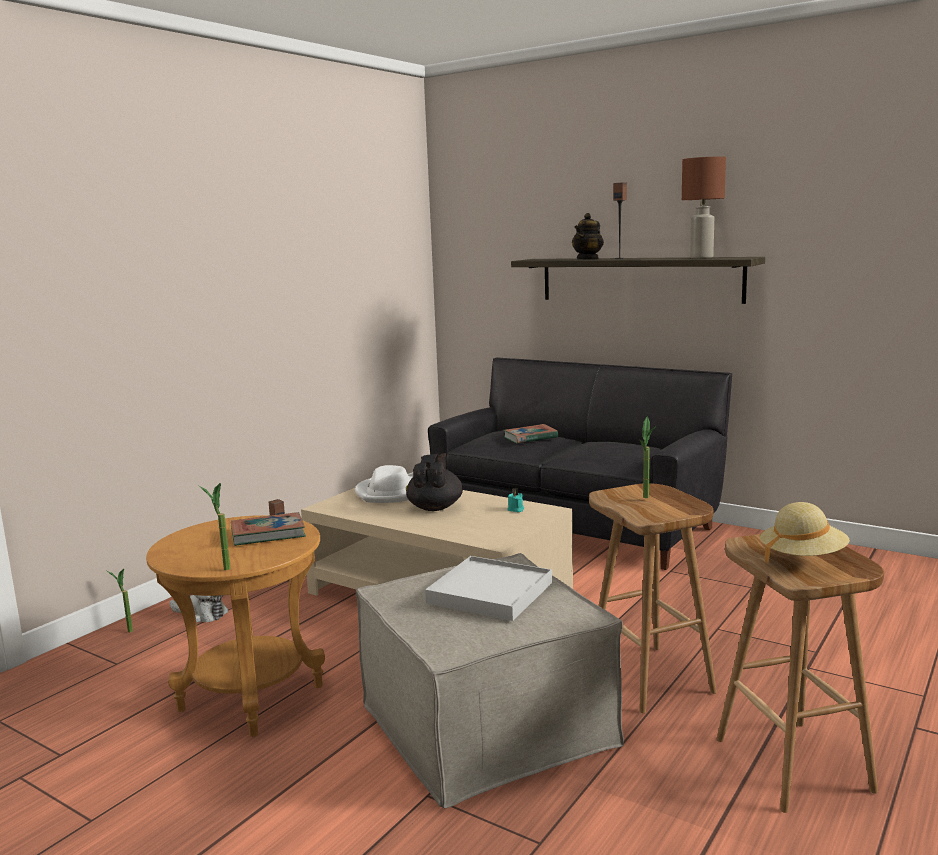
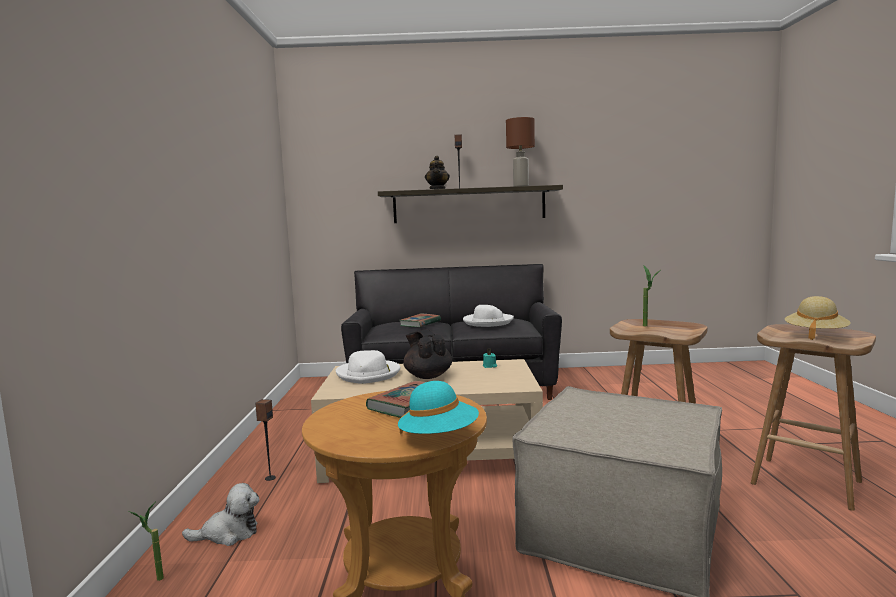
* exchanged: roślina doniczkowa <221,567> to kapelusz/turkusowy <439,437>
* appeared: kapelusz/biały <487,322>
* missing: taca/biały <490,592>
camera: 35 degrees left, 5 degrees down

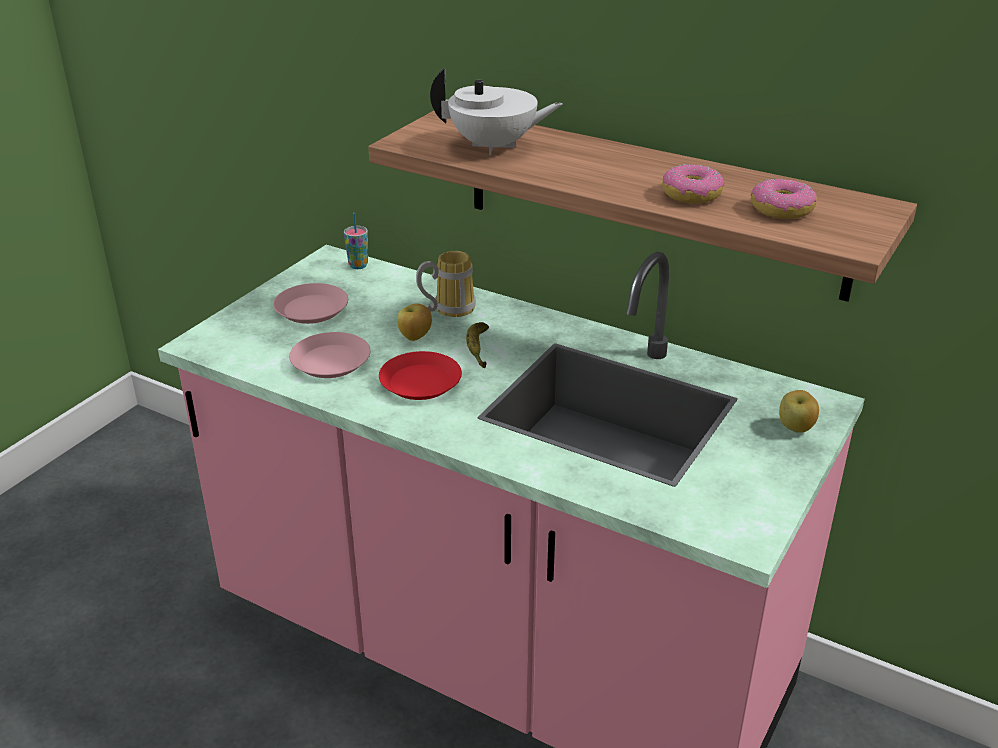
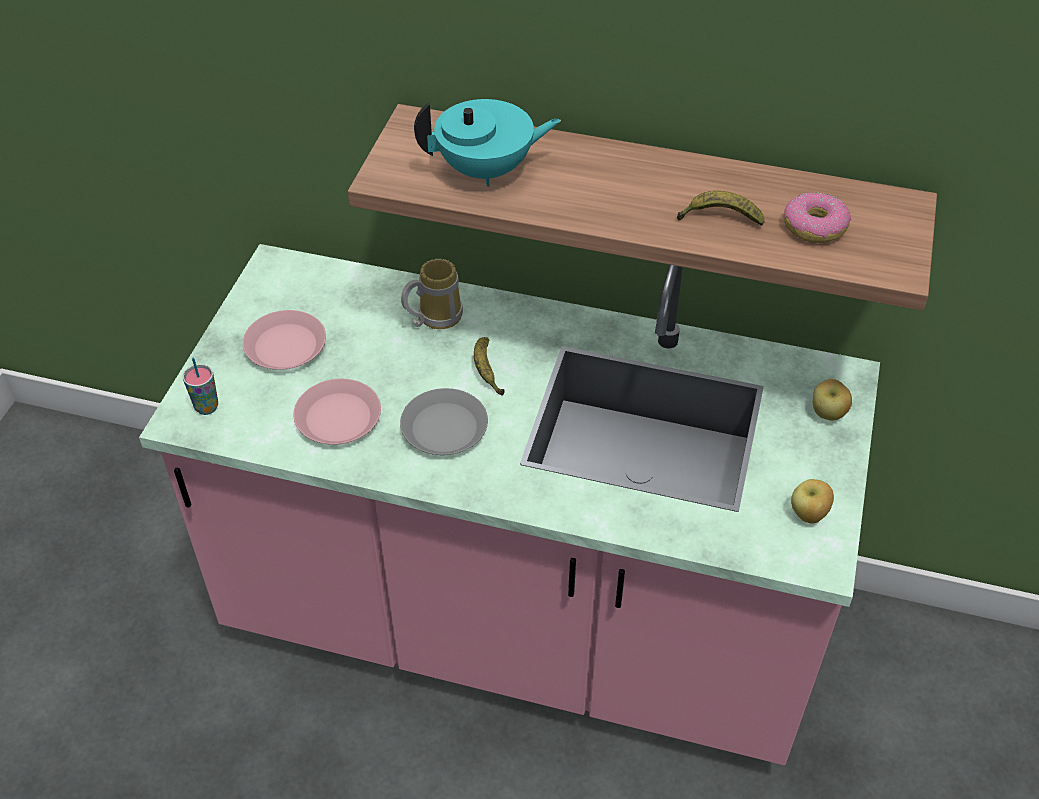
* relocated: filiżanka <358,265> to <206,407>
* colour: talerz/czerwony <421,382> to talerz/szary <445,428>
* colour: imbryk/biały <494,146> to imbryk/turkusowy <487,170>
* exchanged: donut <691,195> to banan <719,218>
* relocated: jabłko <415,337> to <808,515>
camera: 15 degrees left, 15 degrees up

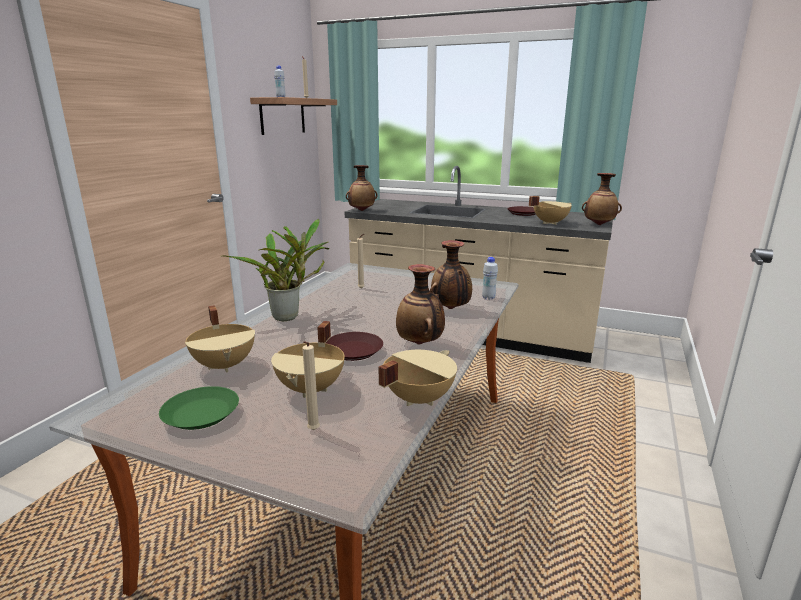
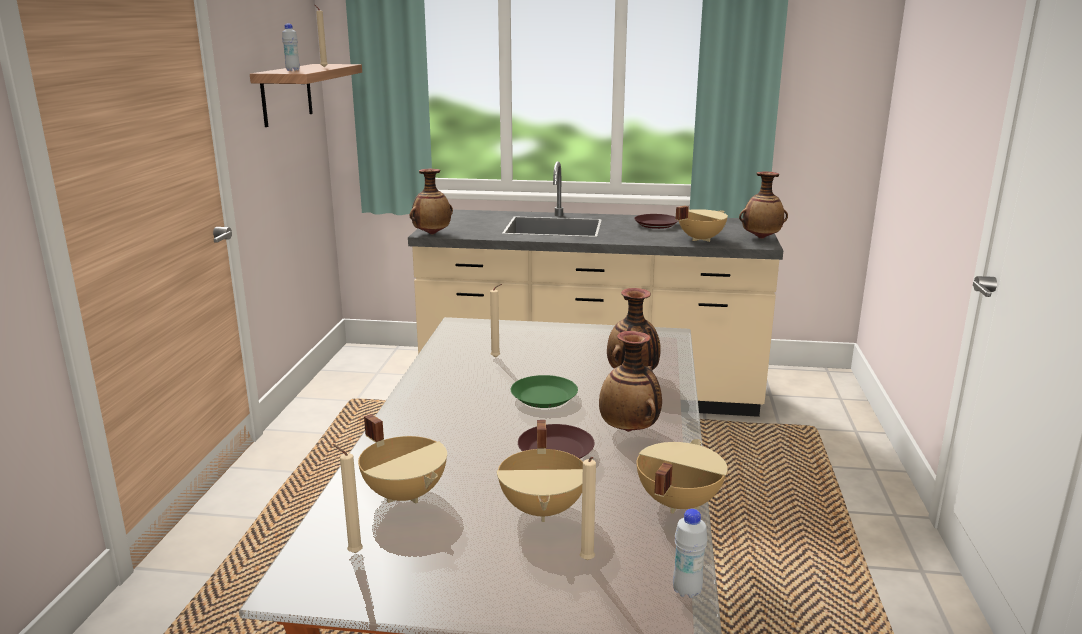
* appeared: świeca/beżowy <353,552>
* relocated: talerz/zielony <202,413> to <544,397>
* relocated: butelka/biały <488,298> to <687,591>
* missing: roślina doniczkowa <289,316>
camera: 15 degrees left, 0 degrees up

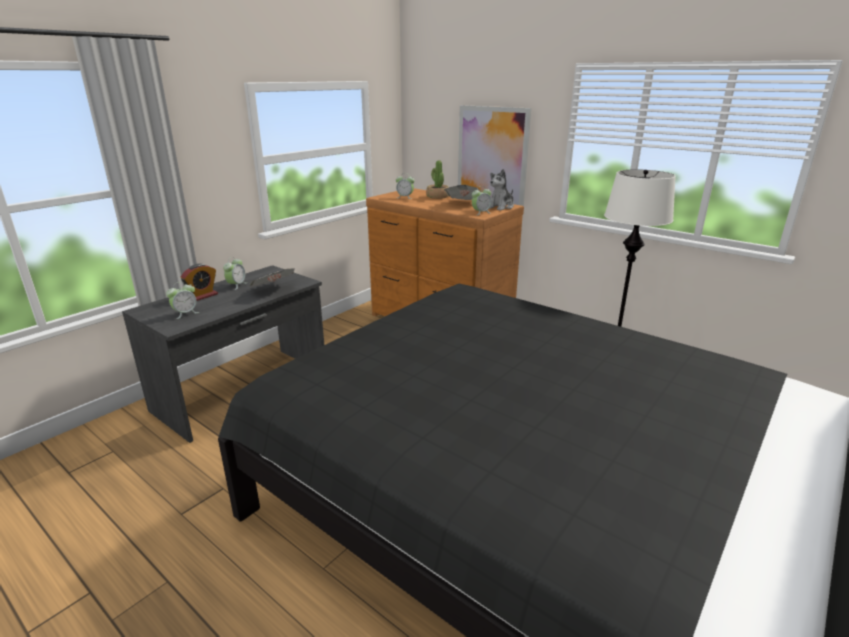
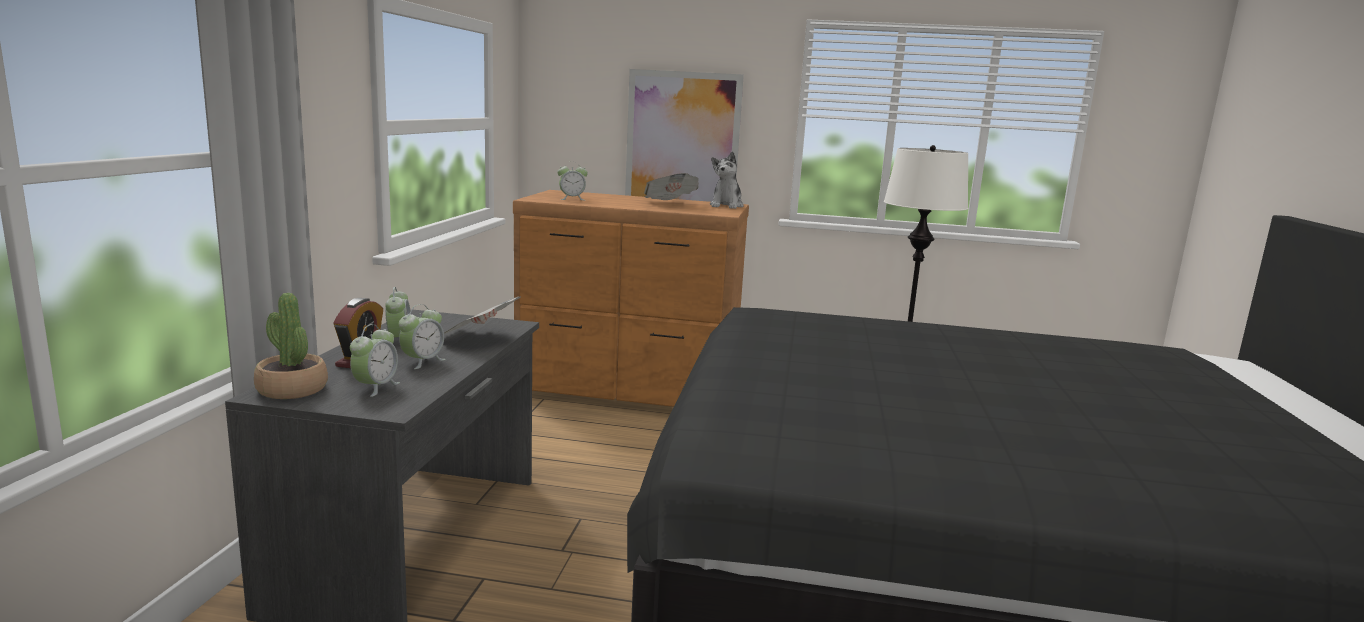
* relocated: roślina doniczkowa <437,196> to <292,389>
* relocated: budzik <481,213> to <422,362>
camera: 30 degrees left, 10 degrees down

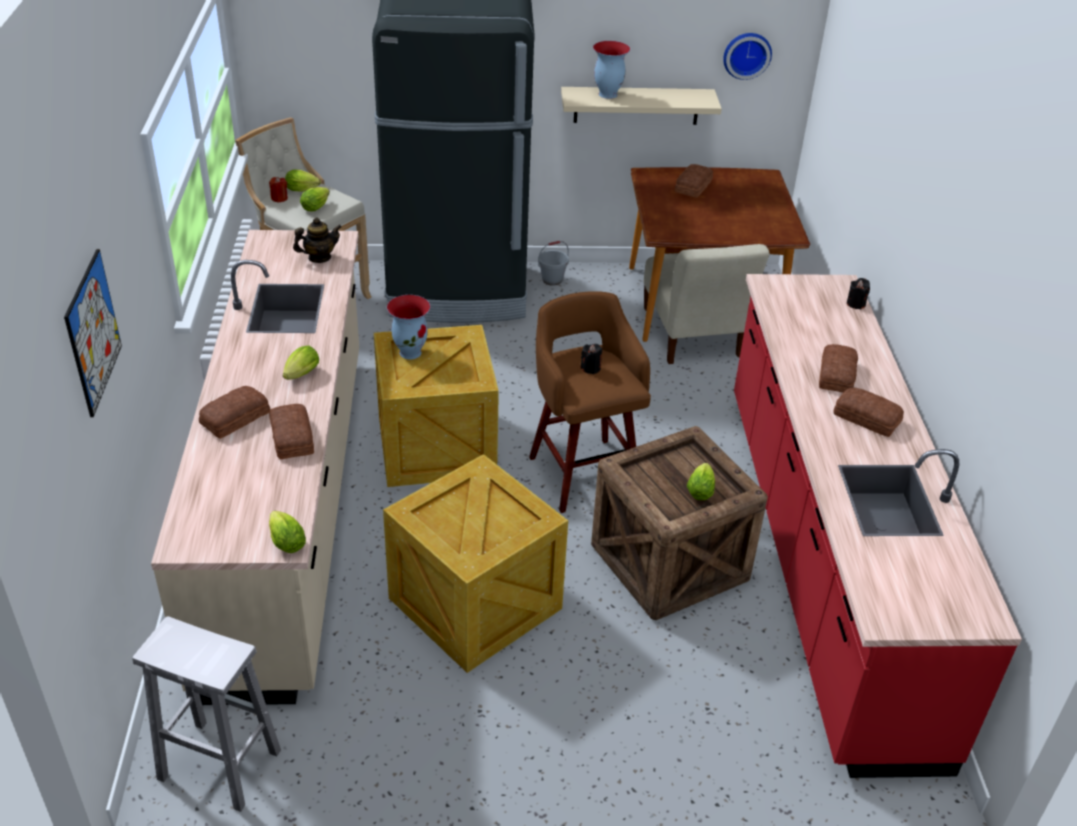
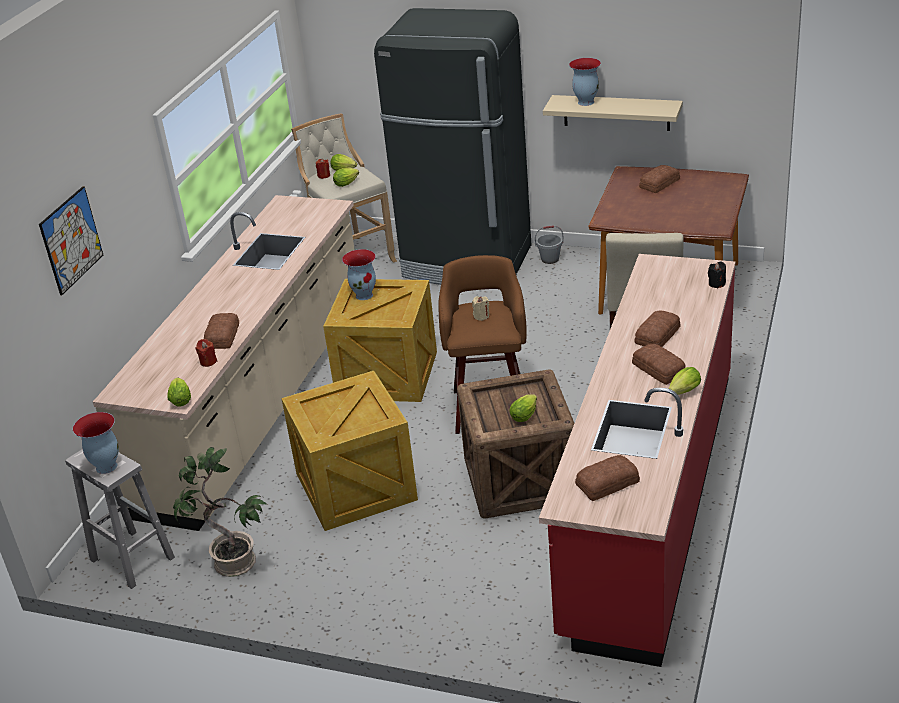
* appeared: wazon <106,466>
* appeared: roślina doniczkowa <233,563>
* appeared: świeca/czerwony <208,361>
* colour: świeca/czarny <590,368> to świeca/beżowy <481,316>
* relocated: chleb <234,418> to <606,483>
* relocated: sałata <300,376> to <683,393>
* missing: imbryk <319,258>
* missing: zegar ścienny <746,54>
camera: 25 degrees right, 5 degrees down

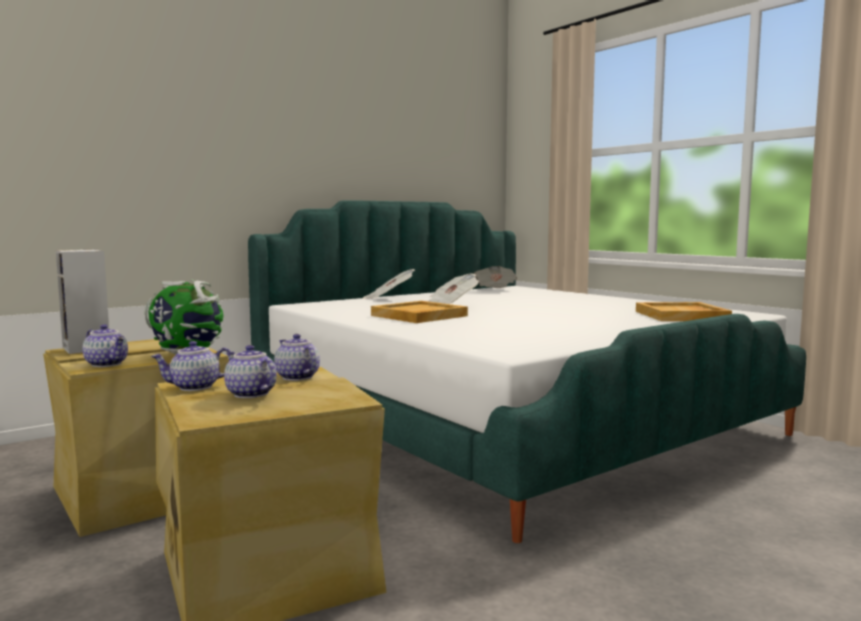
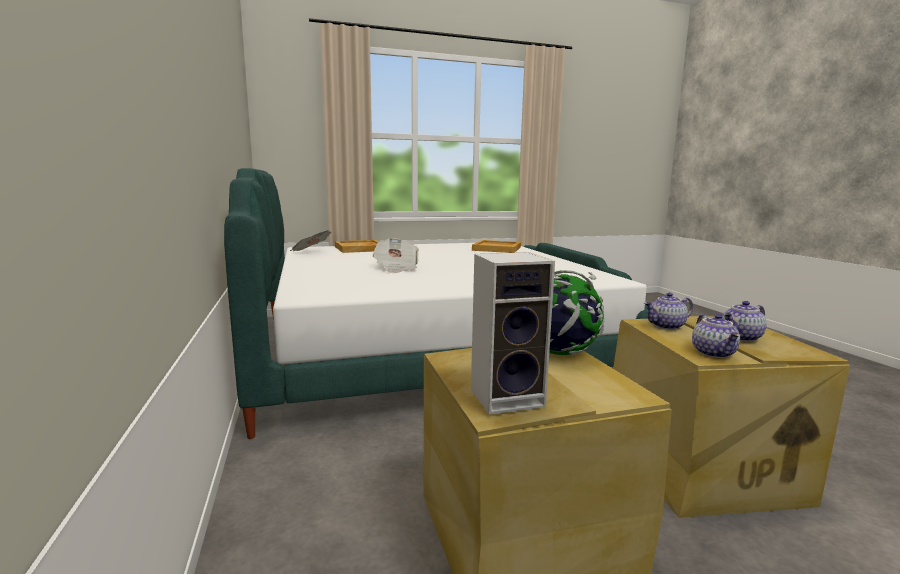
* relocated: taca/beżowy <419,316> to <360,248>
* missing: imbryk <107,364>
* missing: gazeta <388,298>
camera: 70 degrees left, 5 degrees up

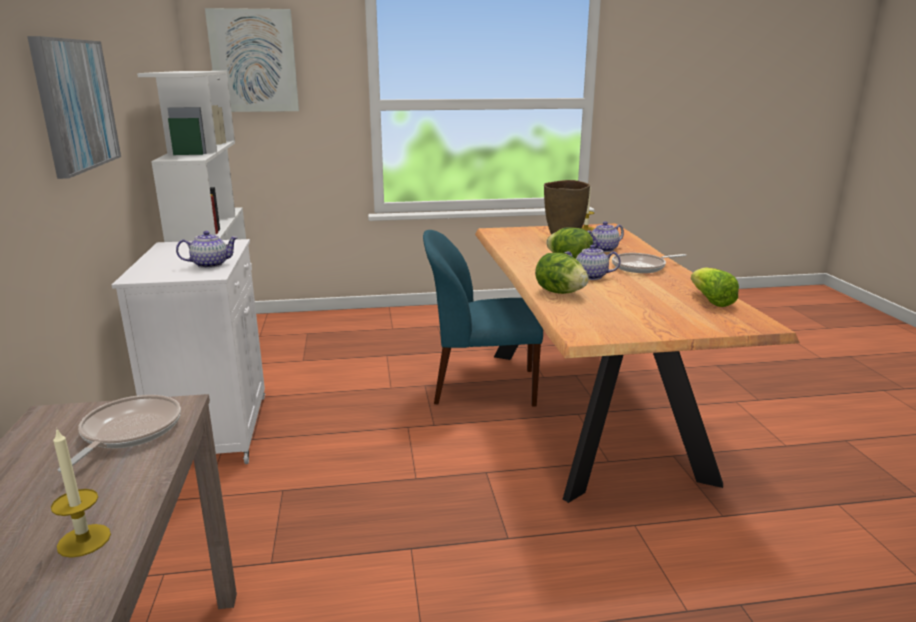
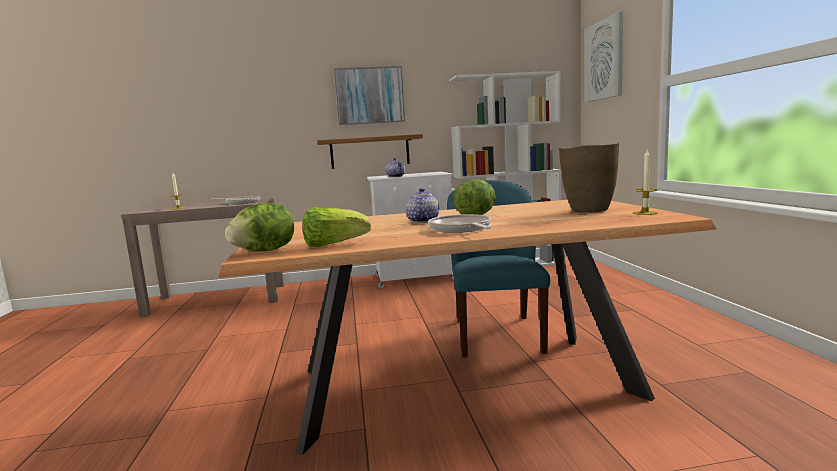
* relocated: sałata <560,292> to <264,251>
* appeared: półka <370,152>
* missing: imbryk <603,249>
camera: 90 degrees right, 10 degrees down

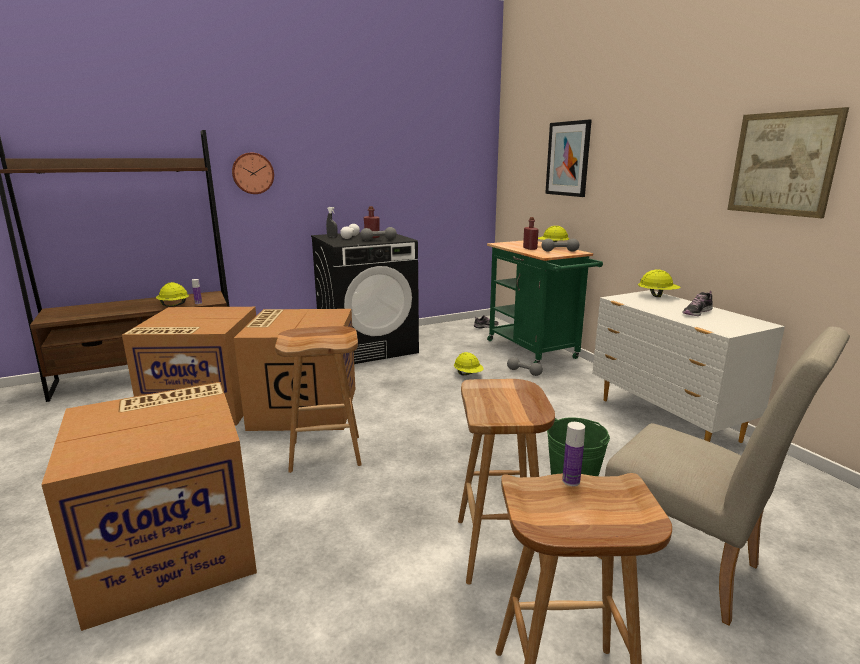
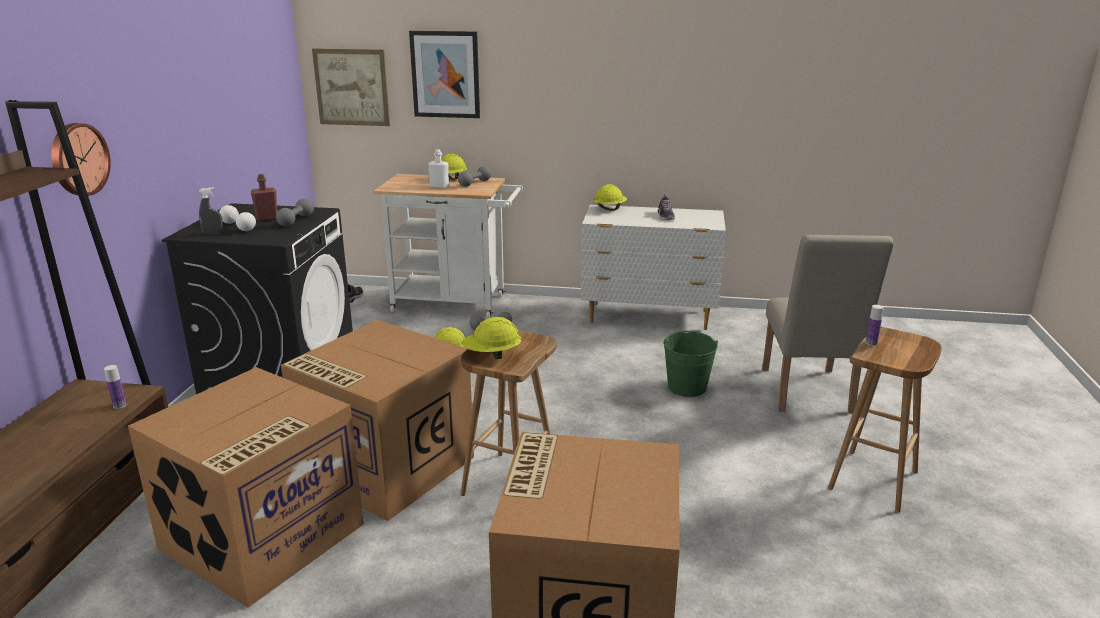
* relocated: obraz <782,164> to <352,87>
* colour: wózek/zielony <535,351> to wózek/biały <456,303>
* colour: butelka/czerwony <530,248> to butelka/biały <439,187>
* relocated: kask/żółty <173,305> to <492,355>
* spun: krzesło/beżowy <689,567> = <807,394> 105 degrees clockwise
* missing: stołek/brązowy <500,550>
camera: 55 degrees left, 5 degrees up

